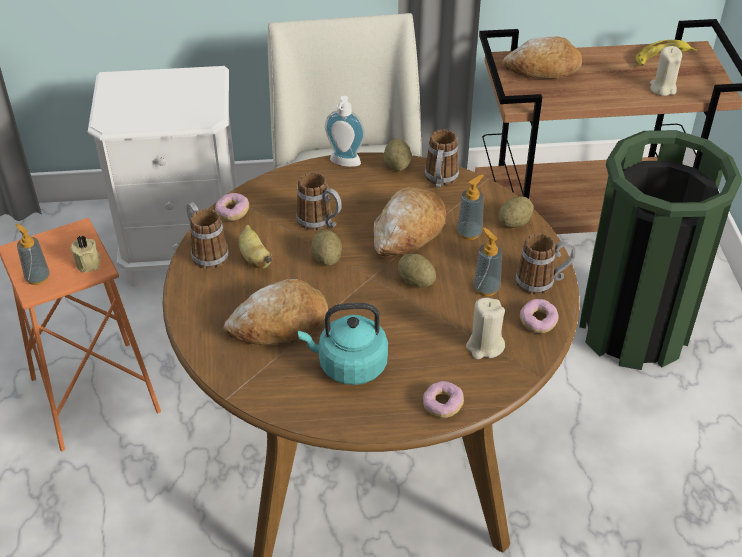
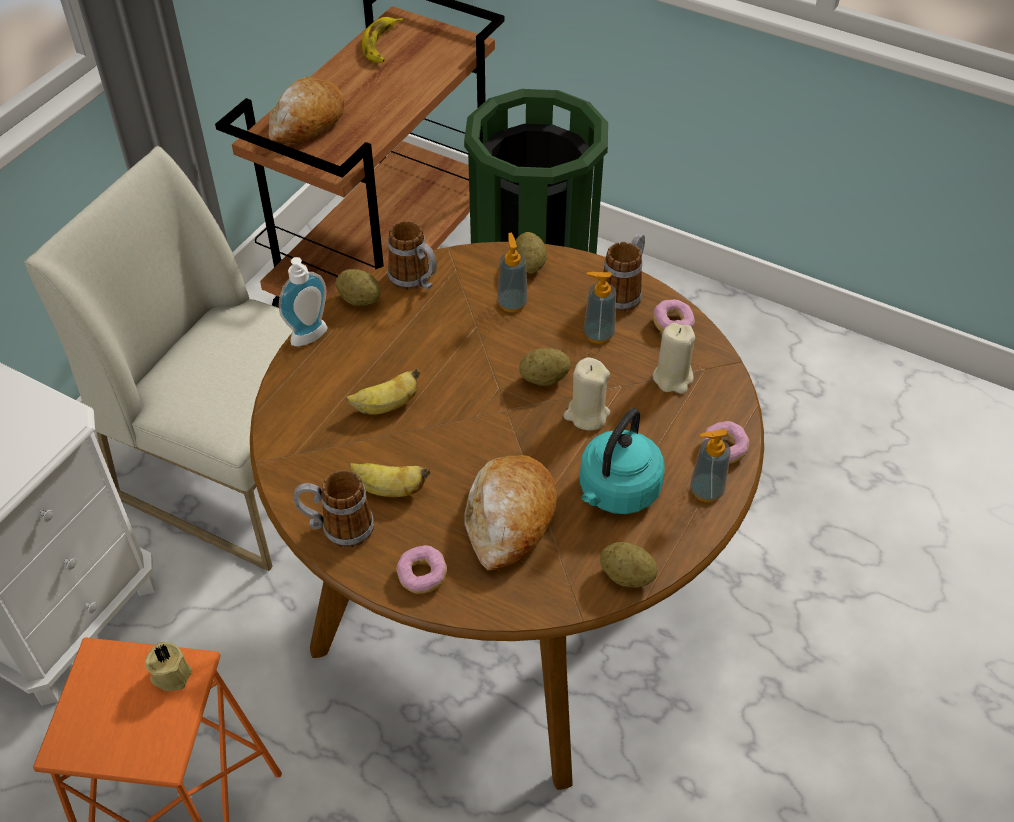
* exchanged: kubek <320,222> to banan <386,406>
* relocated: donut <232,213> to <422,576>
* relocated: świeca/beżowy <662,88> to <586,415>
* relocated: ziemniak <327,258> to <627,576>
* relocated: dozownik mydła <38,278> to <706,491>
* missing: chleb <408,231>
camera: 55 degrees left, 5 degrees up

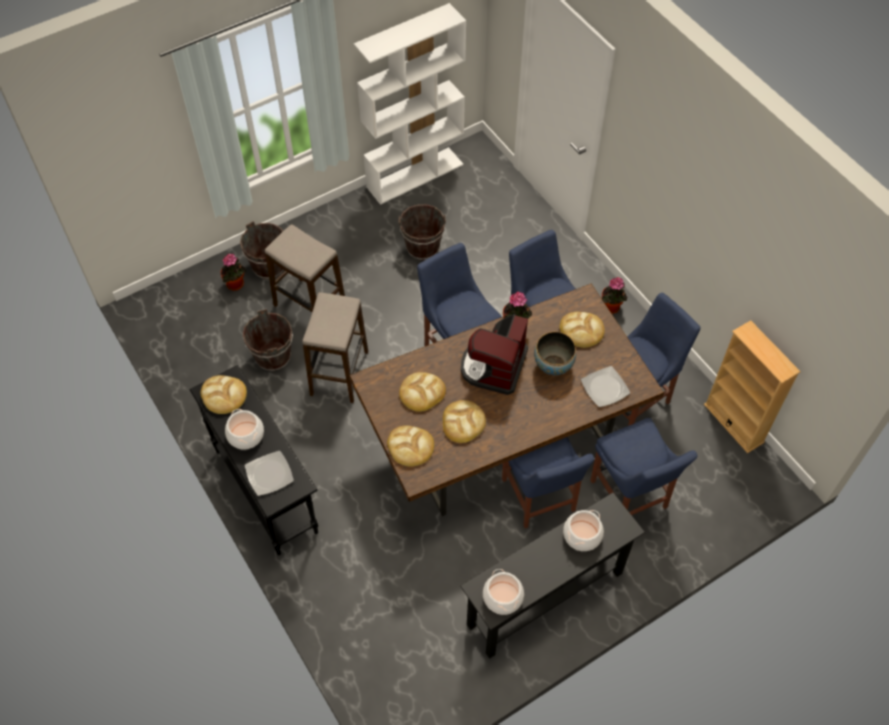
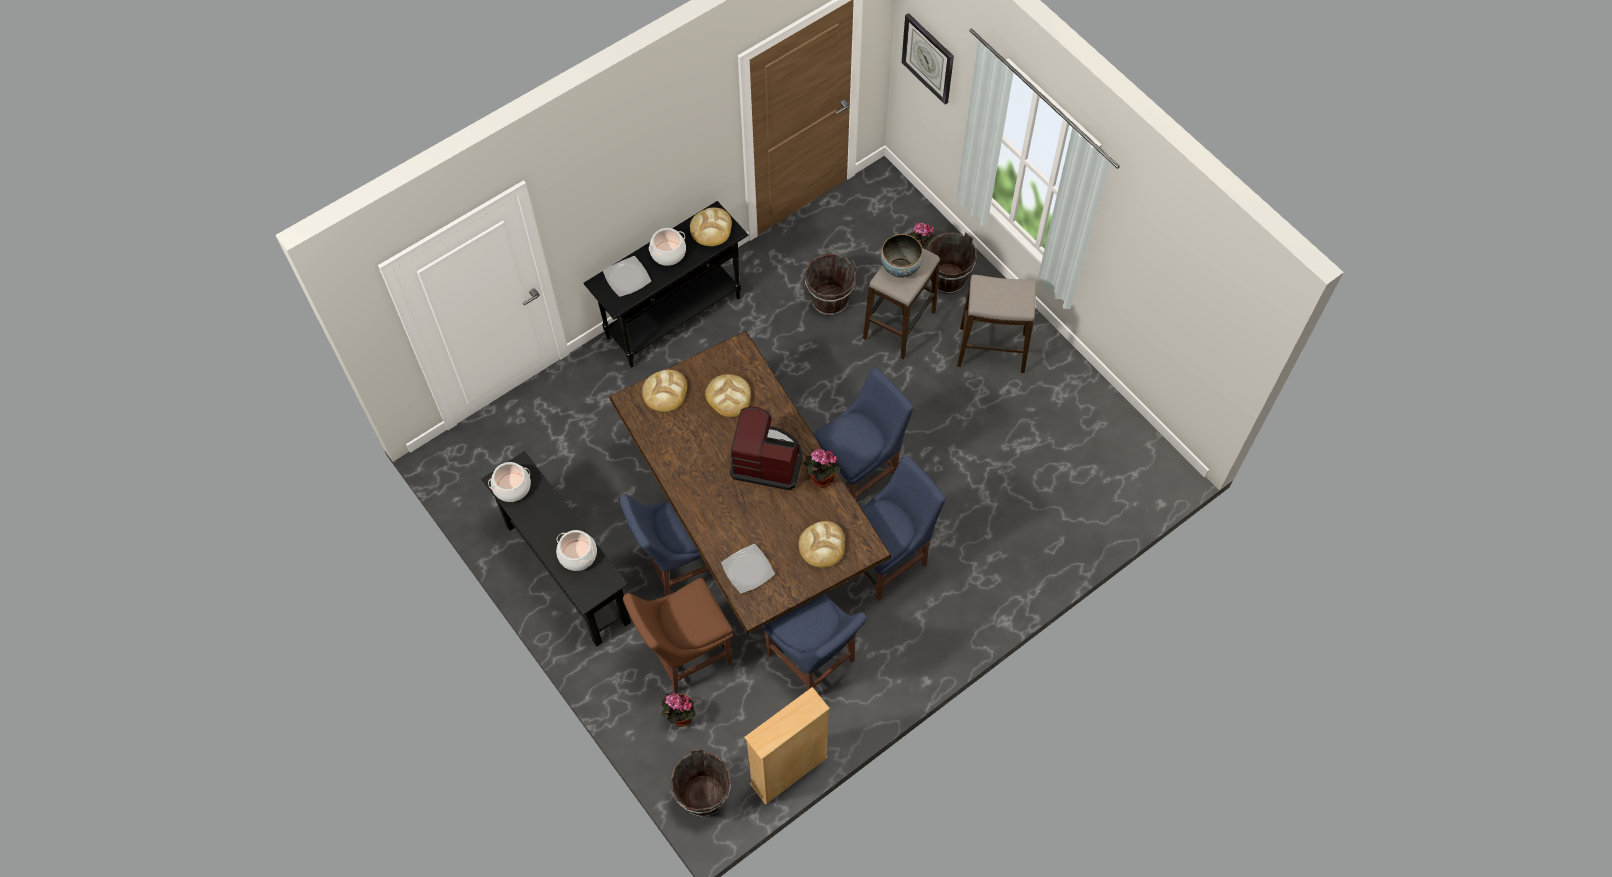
* colour: krzesło/niebieski <630,497> to krzesło/brązowy <685,655>
* relocated: roślina doniczkowa <611,308> to <679,717>
* relocated: wiadro/brązowy <423,248> to <704,796>
* relocated: miska <553,365> to <900,268>
* appeared: zegar ścienny <928,58>
* relocated: stołek <339,373> to <991,350>
* missing: regał/biały <415,175>
* missing: chleb <463,422>
camera: 85 degrees right, 5 degrees up

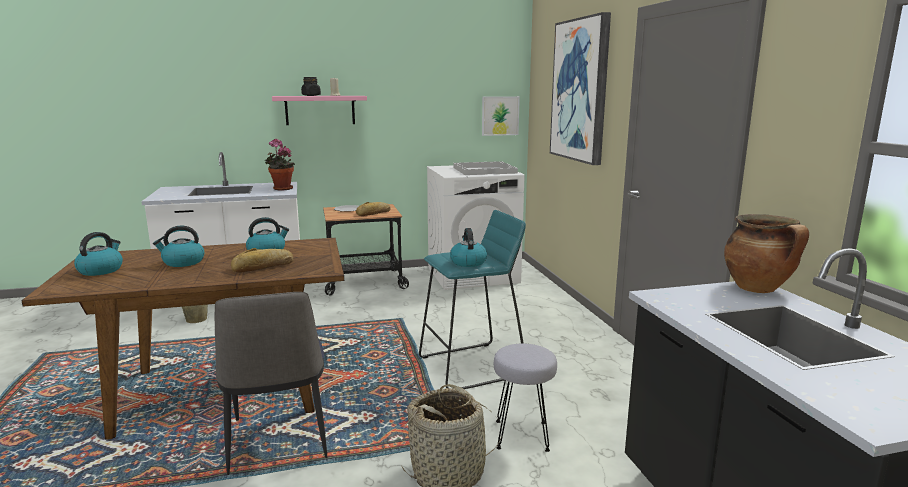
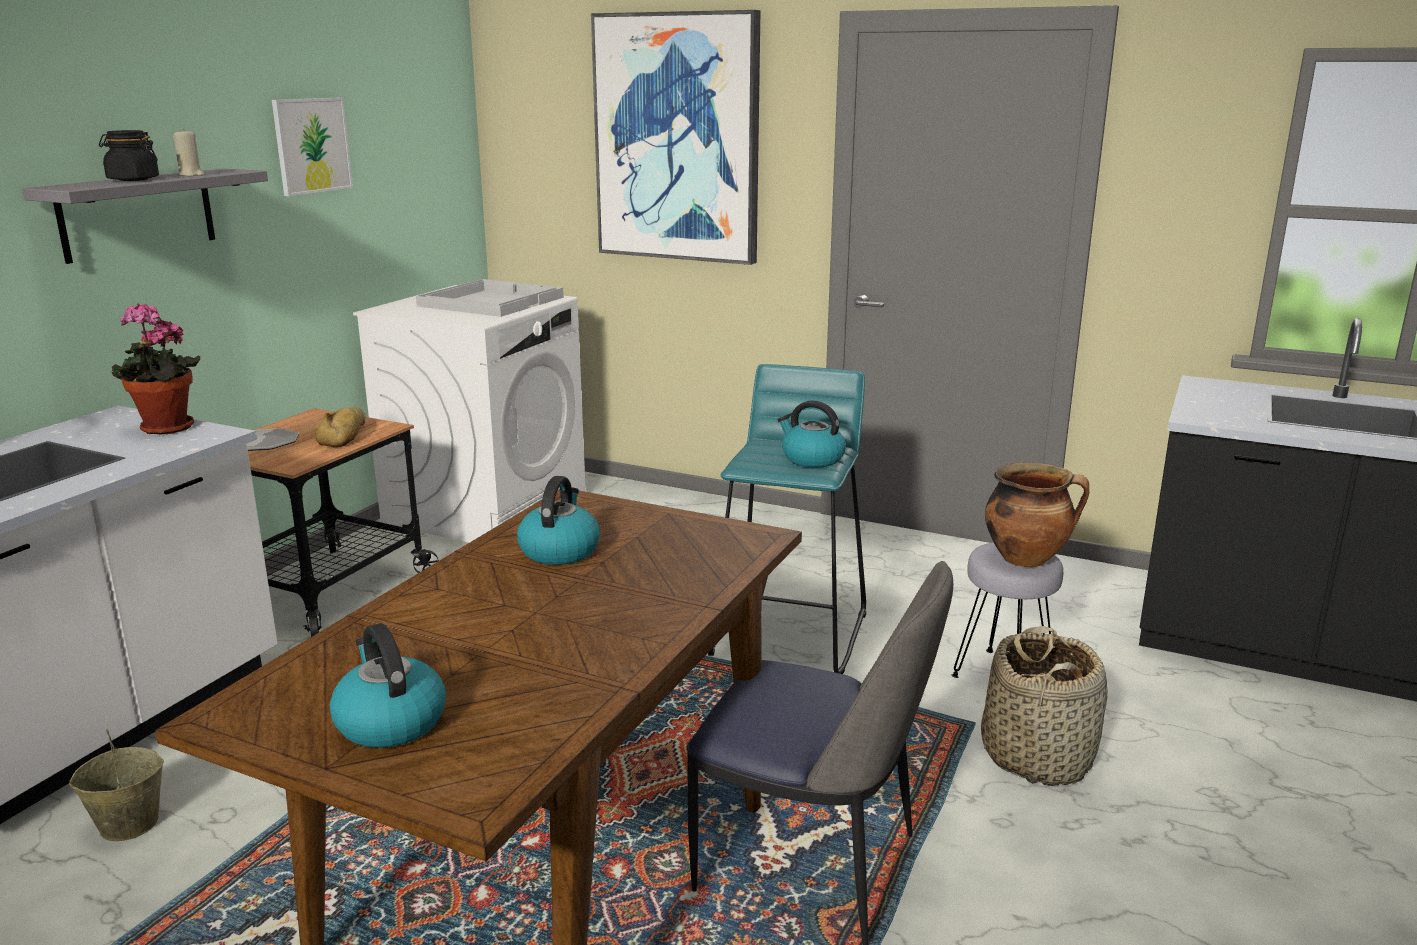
* colour: półka/różowy <320,110> to półka/szary <138,214>
* relocated: obraz <500,116> to <312,145>
* relocated: garnek <758,289> to <1027,559>
* missing: czajnik <183,262>
* missing: chleb <263,266>
camera: 50 degrees left, 5 degrees up

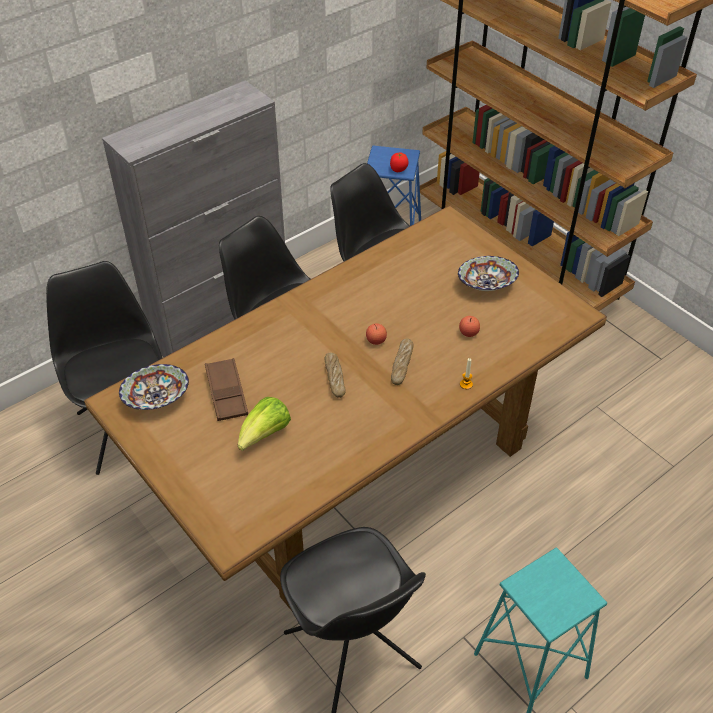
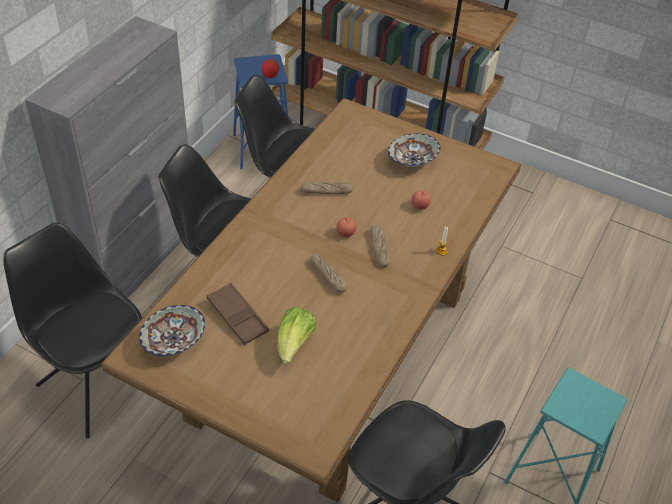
* appeared: chleb <326,191>
camera: 25 degrees left, 0 degrees up

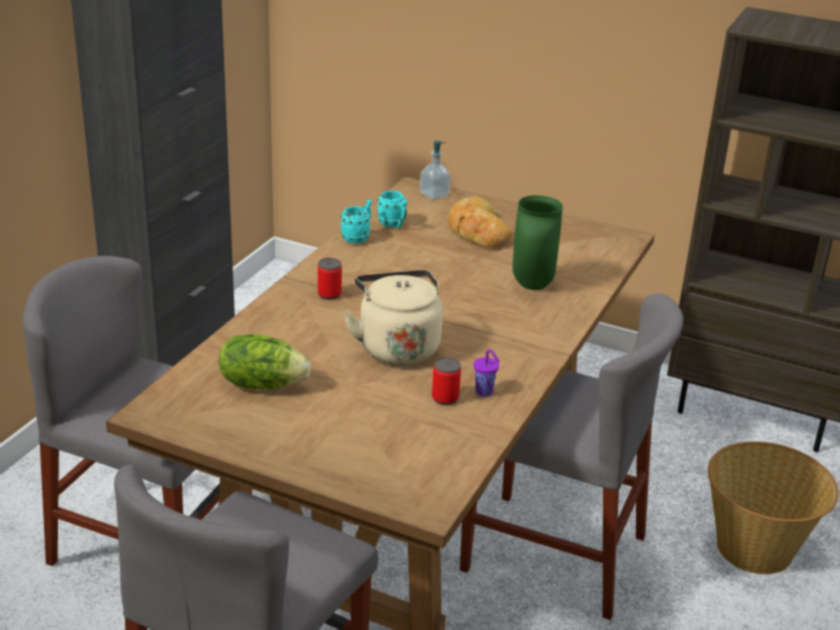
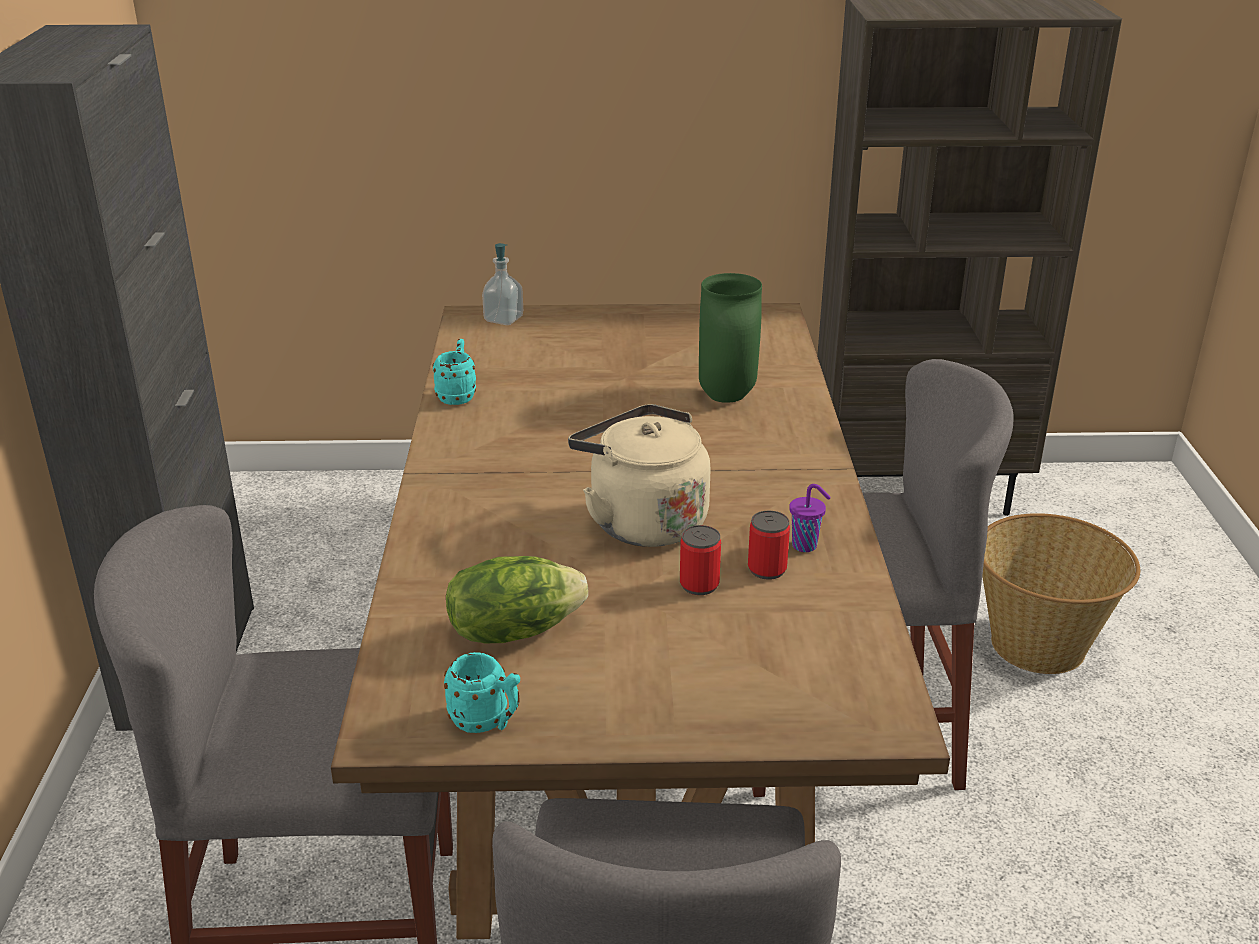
* relocated: kubek/turkusowy <394,225> to <487,722>
* relocated: puszka <329,294> to <699,585>
* missing: chleb <476,230>
camera: 25 degrees left, 0 degrees up

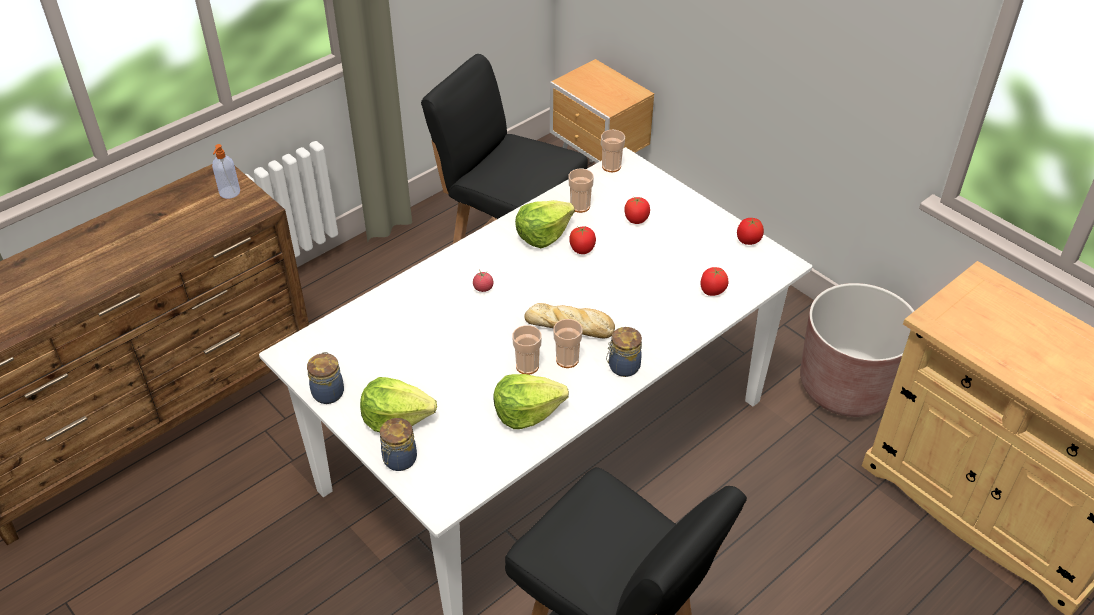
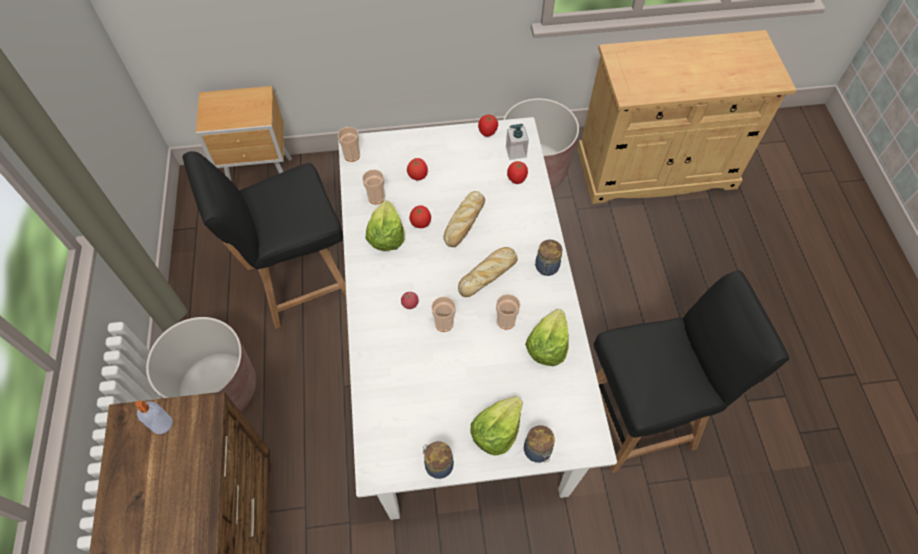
* appeared: donica/brązowy <218,389>
* relocated: filiżanka <567,359> to <444,323>
* appeared: chleb <464,223>
* appeared: dozownik mydła <515,152>
camera: 55 degrees left, 15 degrees up

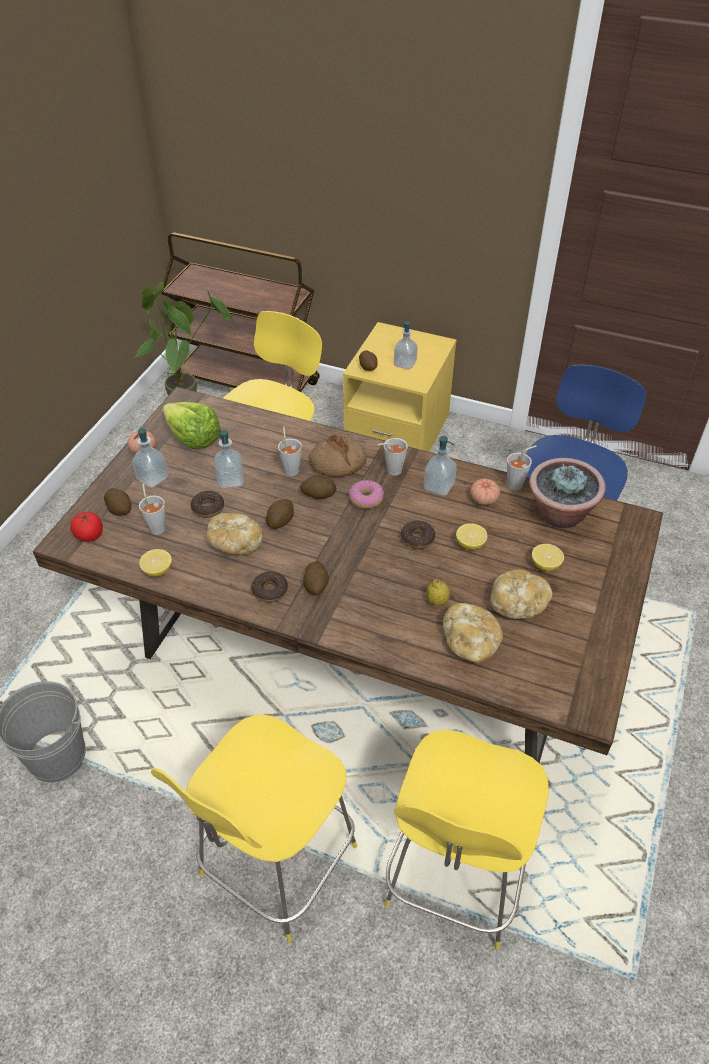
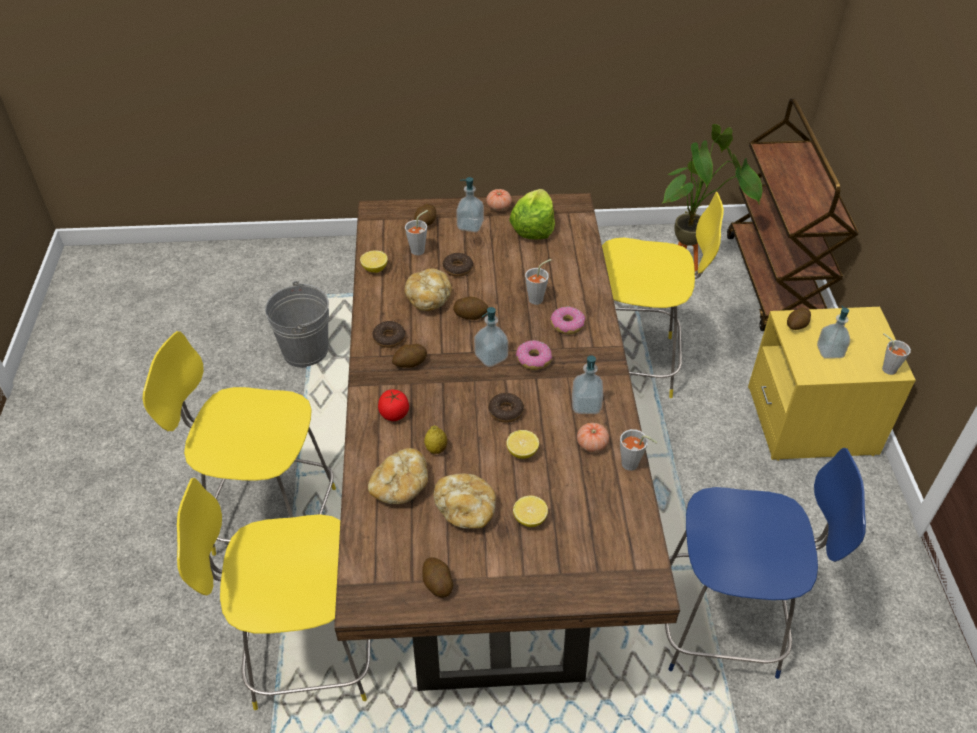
* relocated: pomidor <89,535> to <394,413>
* relocated: ziemniak <318,495> to <437,583>
* relocated: dozownik mydła <230,480> to <491,357>
* exchanged: chleb <338,463> to donut <567,325>
* relocated: filiżanka/szary <390,471> to <886,367>
* missing: roślina doniczkowa <559,515>
camera: 65 degrees right, 0 degrees up

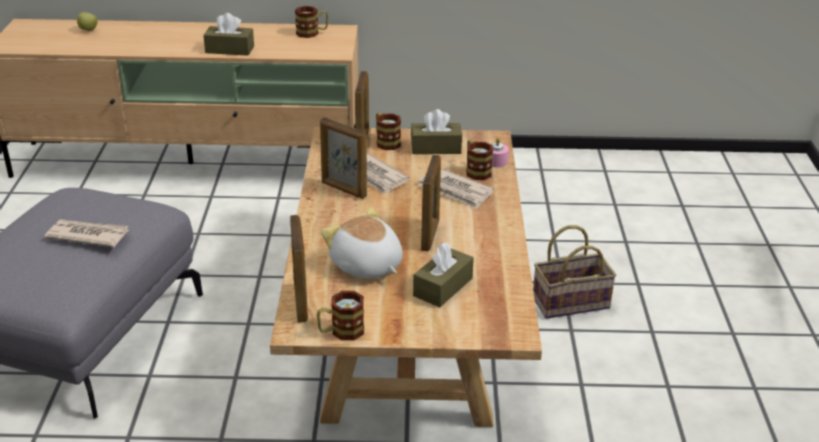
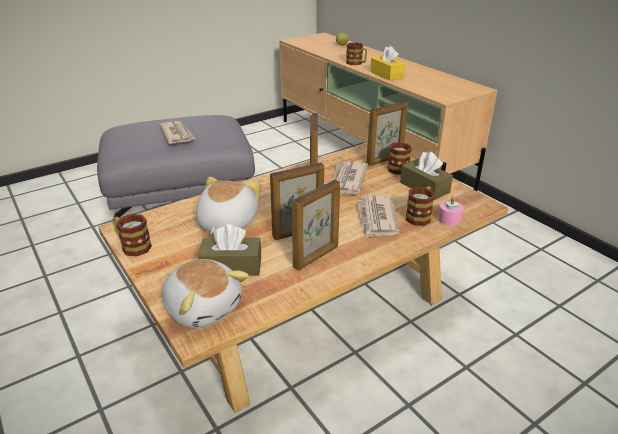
* appeared: pluszak <203,306>
* relocated: ramka na zdjęcie <300,303> to <316,257>
* relocated: kubek <312,33> to <356,63>
* colour: pudełko chusteczek/brązowy <229,49> to pudełko chusteczek/żółty <386,75>
* missing: koszyk <572,301>
camera: 55 degrees right, 0 degrees up

